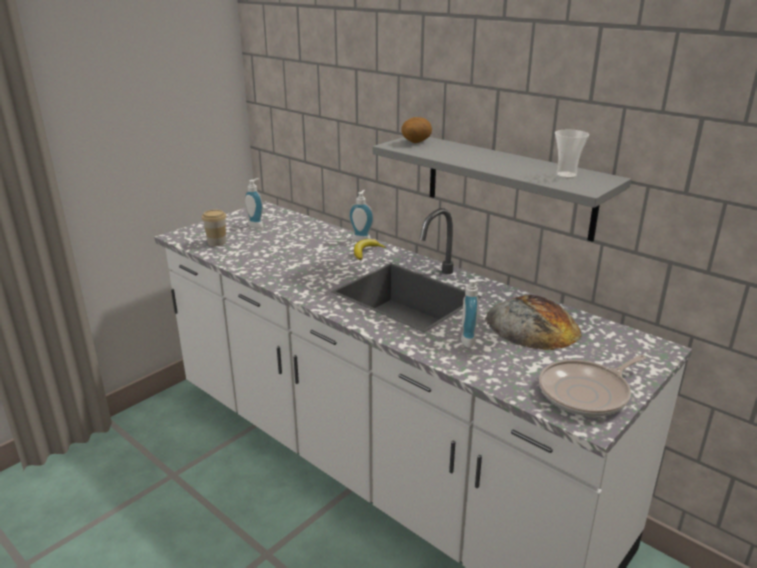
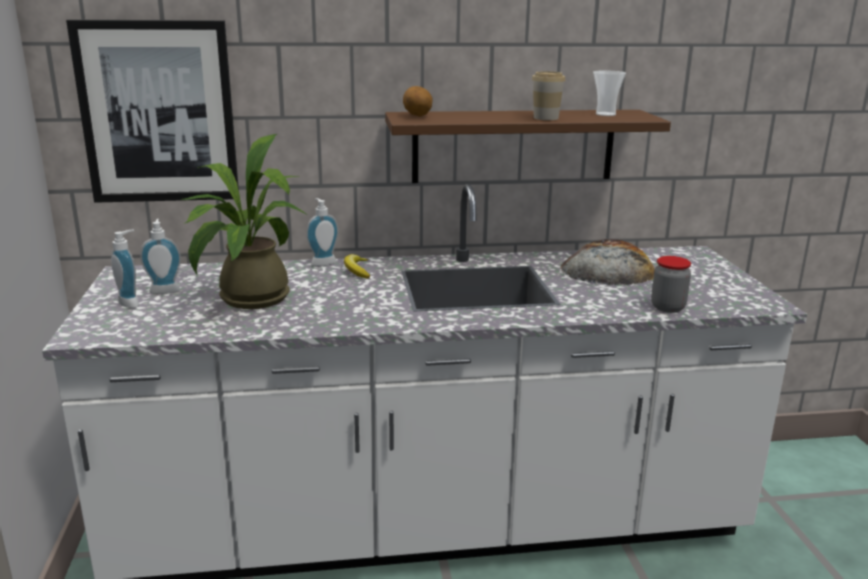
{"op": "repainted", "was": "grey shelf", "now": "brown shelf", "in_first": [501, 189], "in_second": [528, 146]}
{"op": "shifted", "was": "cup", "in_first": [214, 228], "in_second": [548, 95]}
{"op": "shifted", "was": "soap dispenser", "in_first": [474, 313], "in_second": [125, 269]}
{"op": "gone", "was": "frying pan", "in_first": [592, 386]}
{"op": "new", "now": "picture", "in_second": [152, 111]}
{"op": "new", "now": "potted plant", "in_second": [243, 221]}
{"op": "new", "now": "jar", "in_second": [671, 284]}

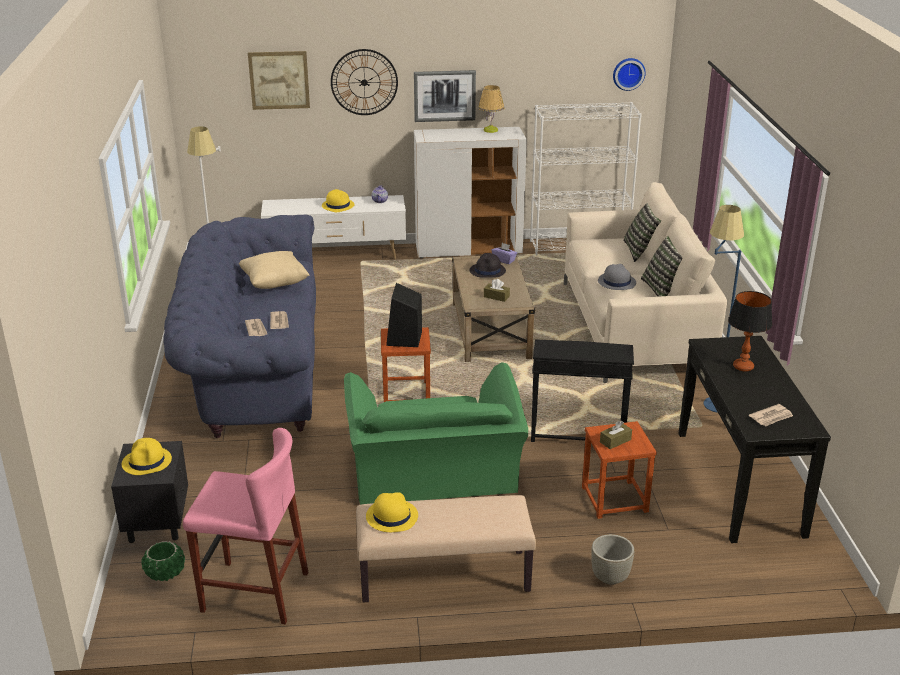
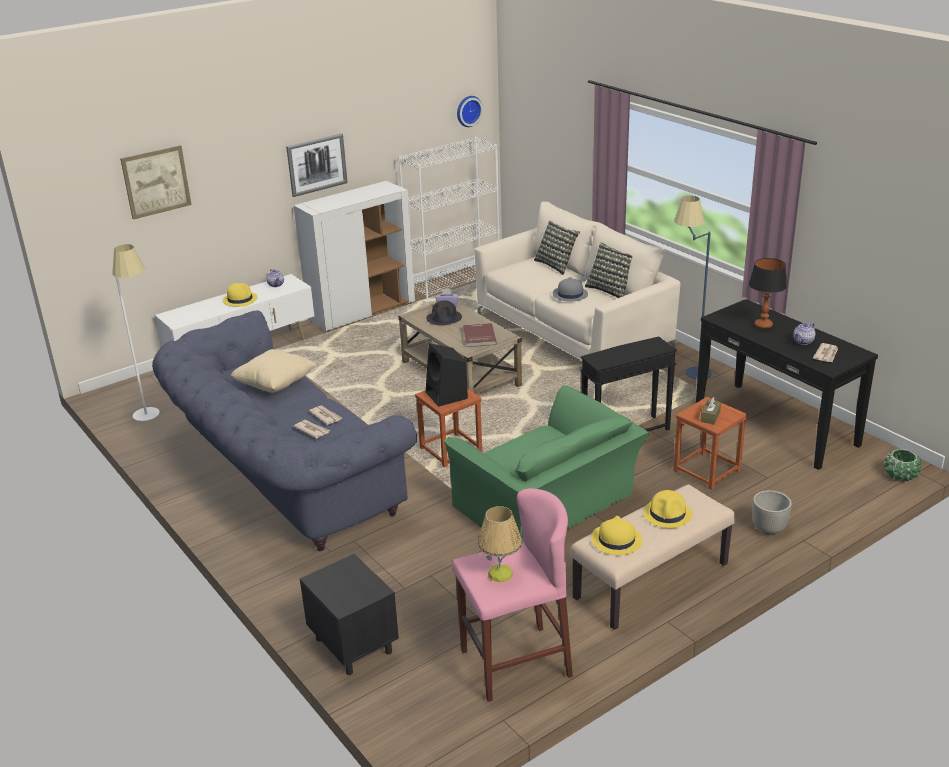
{"op": "gone", "was": "wall clock", "in_first": [364, 82]}
{"op": "shifted", "was": "table lamp", "in_first": [491, 109], "in_second": [500, 544]}
{"op": "swapped", "was": "brown tissue box", "now": "red book", "in_first": [497, 290], "in_second": [480, 335]}
{"op": "shifted", "was": "yellow hat", "in_first": [147, 456], "in_second": [668, 509]}
{"op": "shifted", "was": "green planter", "in_first": [163, 561], "in_second": [902, 465]}
{"op": "new", "now": "teapot", "in_second": [804, 333]}

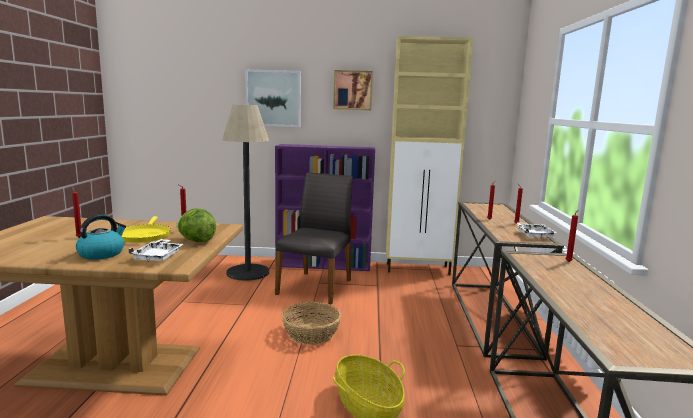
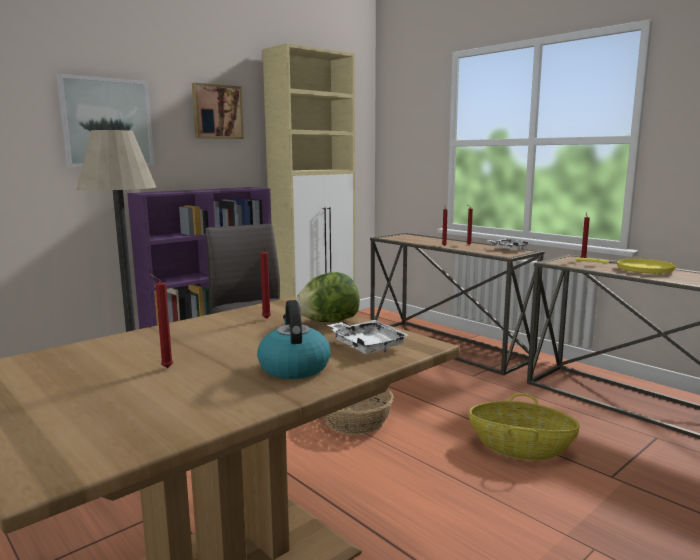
{"op": "shifted", "was": "yellow frying pan", "in_first": [146, 229], "in_second": [626, 266]}

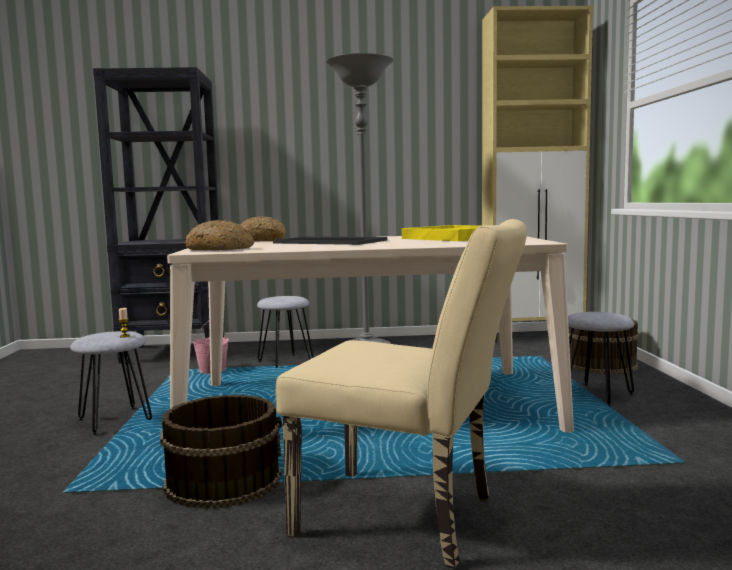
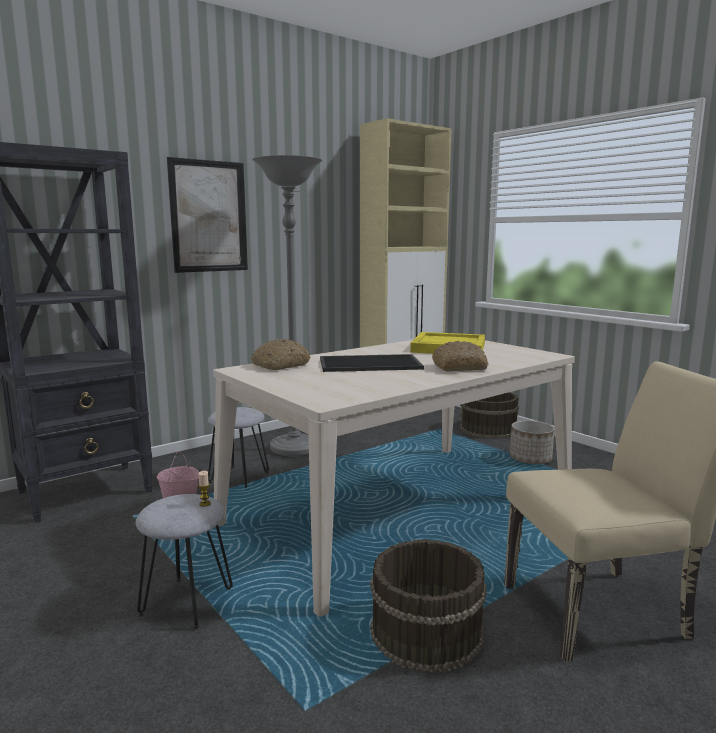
{"op": "shifted", "was": "bread", "in_first": [219, 235], "in_second": [460, 356]}
{"op": "swapped", "was": "grey stool", "now": "planter", "in_first": [601, 359], "in_second": [532, 442]}
{"op": "new", "now": "picture", "in_second": [207, 215]}

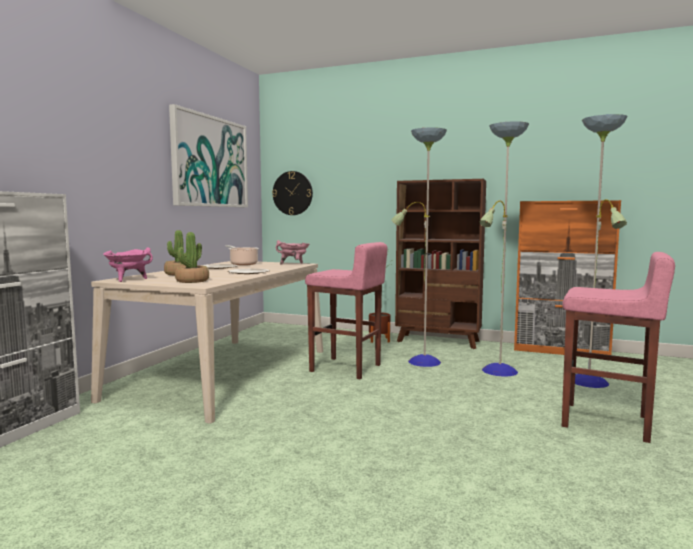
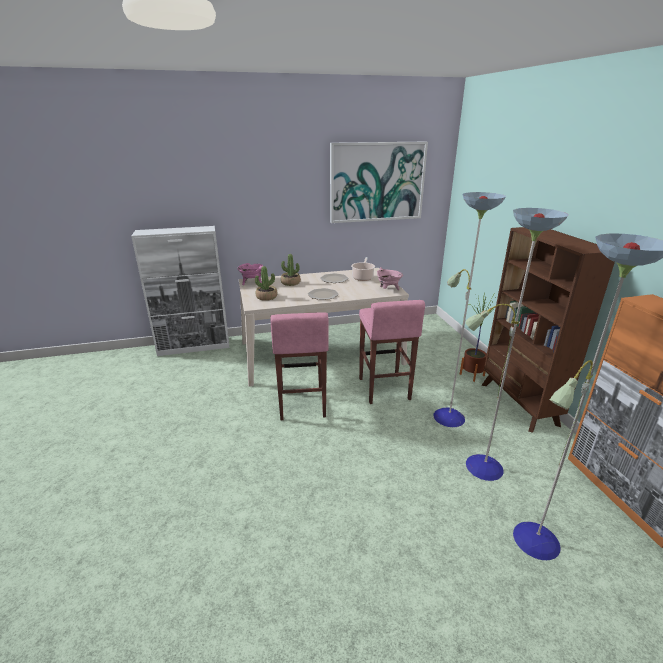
{"op": "gone", "was": "wall clock", "in_first": [292, 193]}
{"op": "shifted", "was": "pink stool", "in_first": [618, 347], "in_second": [299, 366]}

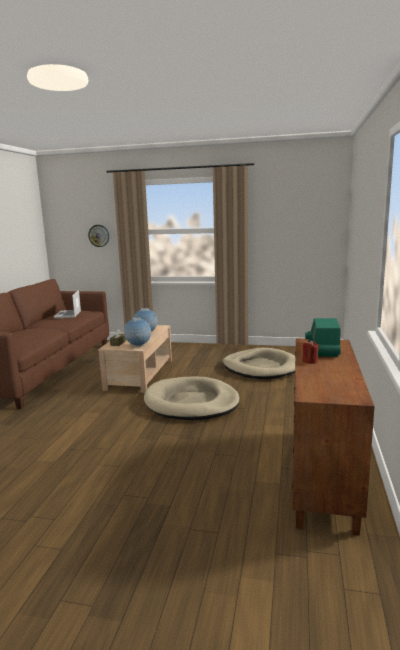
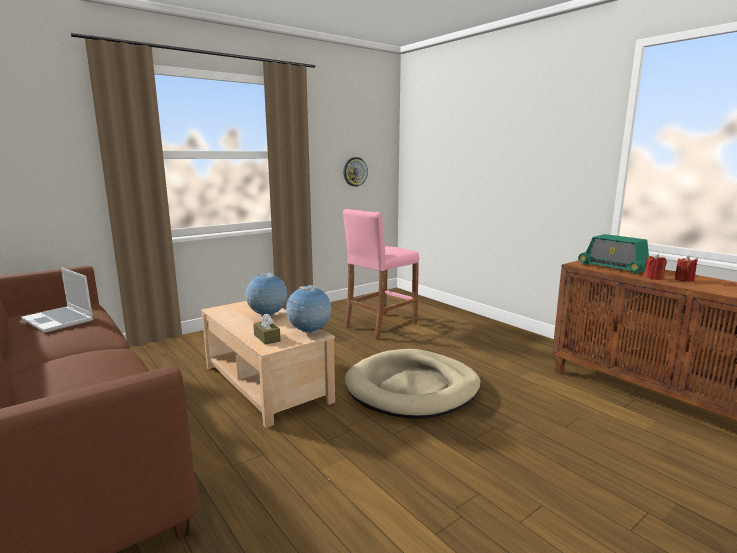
{"op": "shifted", "was": "wall clock", "in_first": [98, 236], "in_second": [355, 172]}
{"op": "swapped", "was": "beige dog bed", "now": "pink stool", "in_first": [259, 363], "in_second": [381, 274]}
{"op": "new", "now": "red candle", "in_second": [686, 269]}

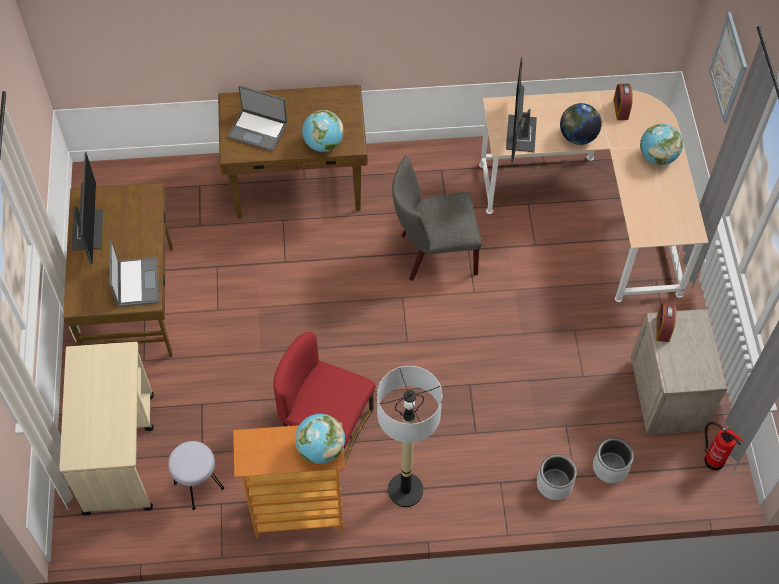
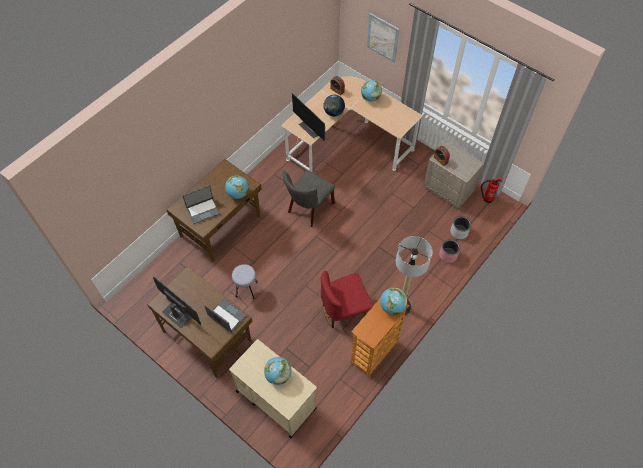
{"op": "shifted", "was": "grey stool", "in_first": [196, 475], "in_second": [244, 281]}
{"op": "repainted", "was": "grey planter", "now": "pink planter", "in_first": [557, 477], "in_second": [449, 251]}
{"op": "new", "now": "globe", "in_second": [278, 371]}

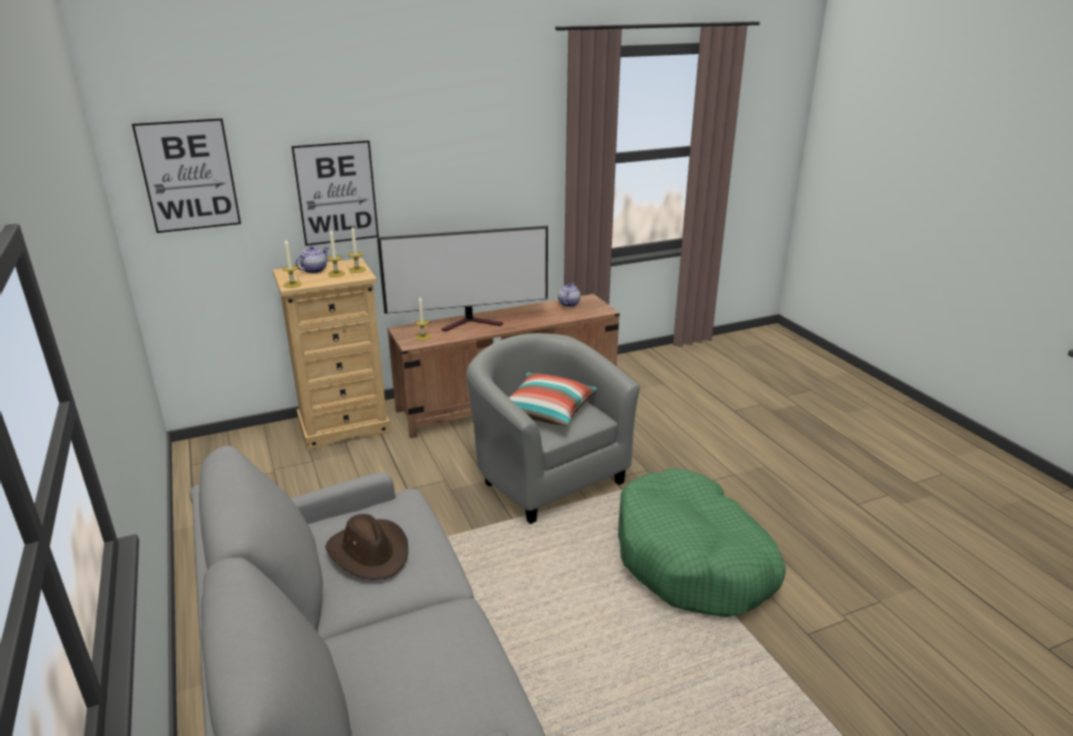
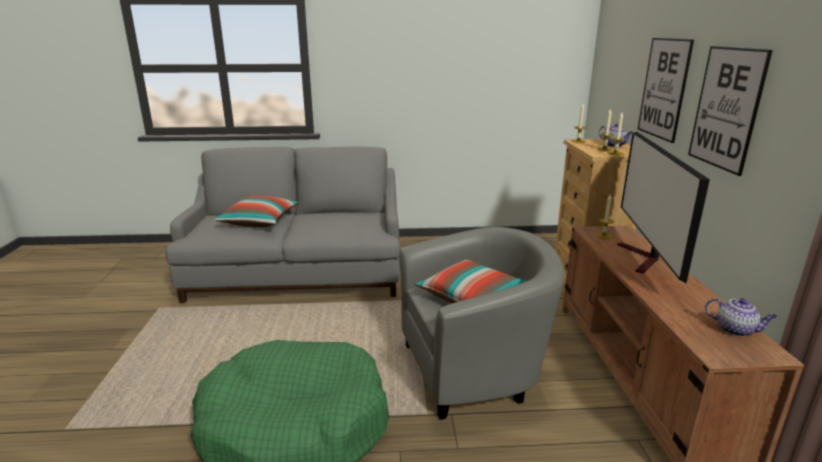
{"op": "shifted", "was": "picture", "in_first": [186, 175], "in_second": [730, 111]}
{"op": "gone", "was": "brown hat", "in_first": [366, 547]}
{"op": "new", "now": "pillow", "in_second": [256, 212]}

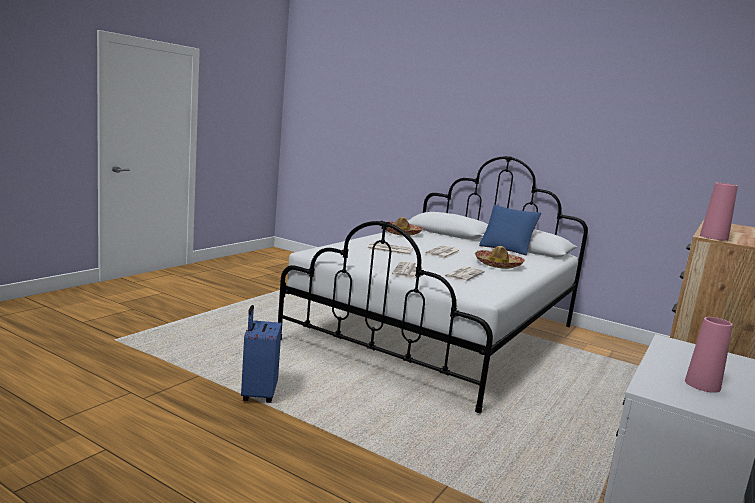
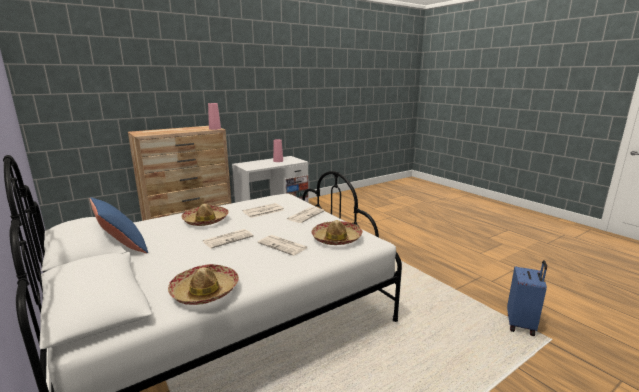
{"op": "shifted", "was": "blue suitcase", "in_first": [261, 354], "in_second": [527, 298]}
{"op": "new", "now": "hat", "in_second": [337, 232]}

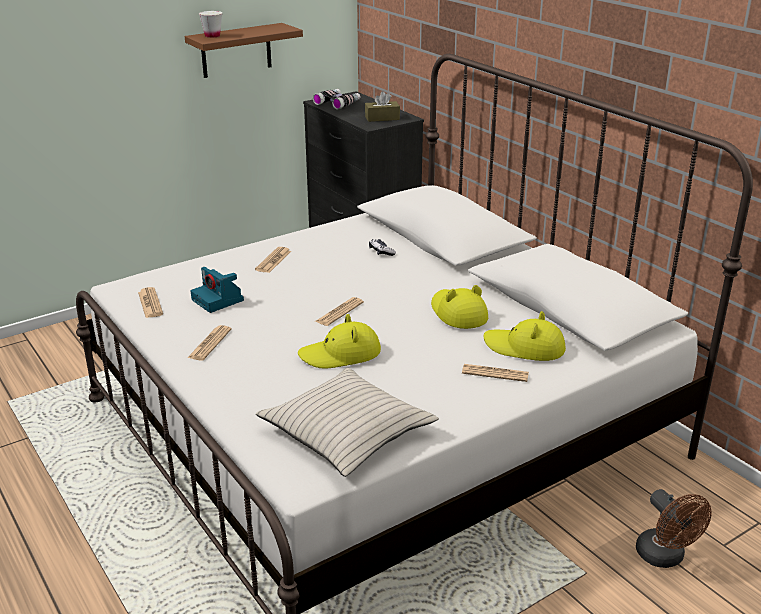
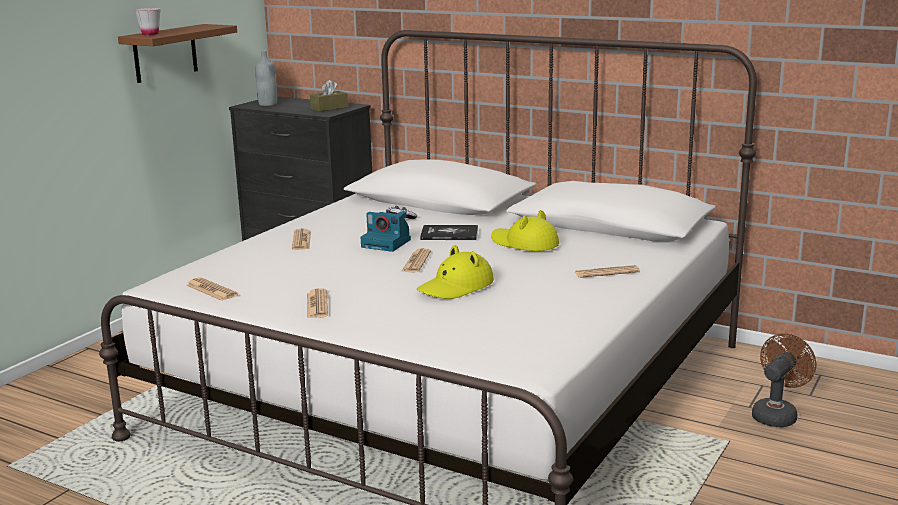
{"op": "swapped", "was": "binoculars", "now": "grey bottle", "in_first": [337, 99], "in_second": [266, 78]}
{"op": "shifted", "was": "photo camera", "in_first": [217, 290], "in_second": [385, 232]}
{"op": "gone", "was": "yellow hat", "in_first": [525, 336]}
{"op": "gone", "was": "beige pillow", "in_first": [347, 422]}
{"op": "rotated", "was": "brown fan", "in_first": [674, 528], "in_second": [784, 380], "clockwise": -90}
{"op": "new", "now": "book", "in_second": [449, 232]}

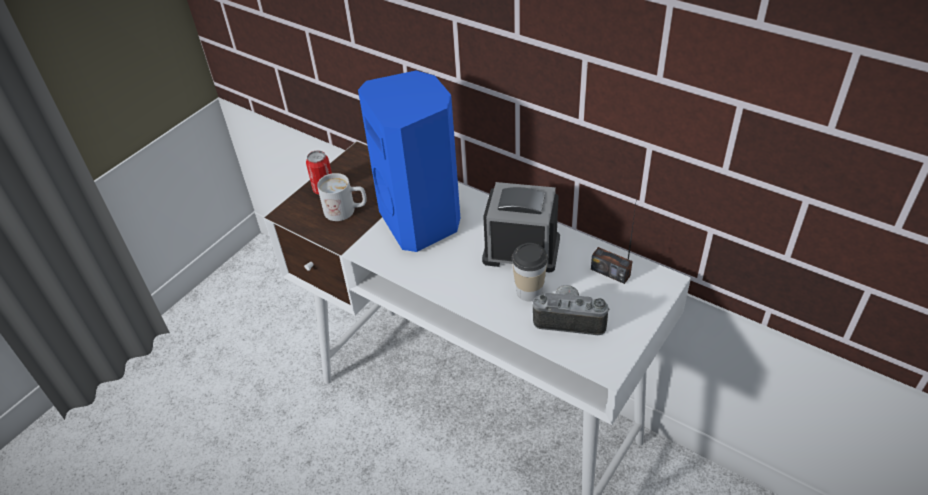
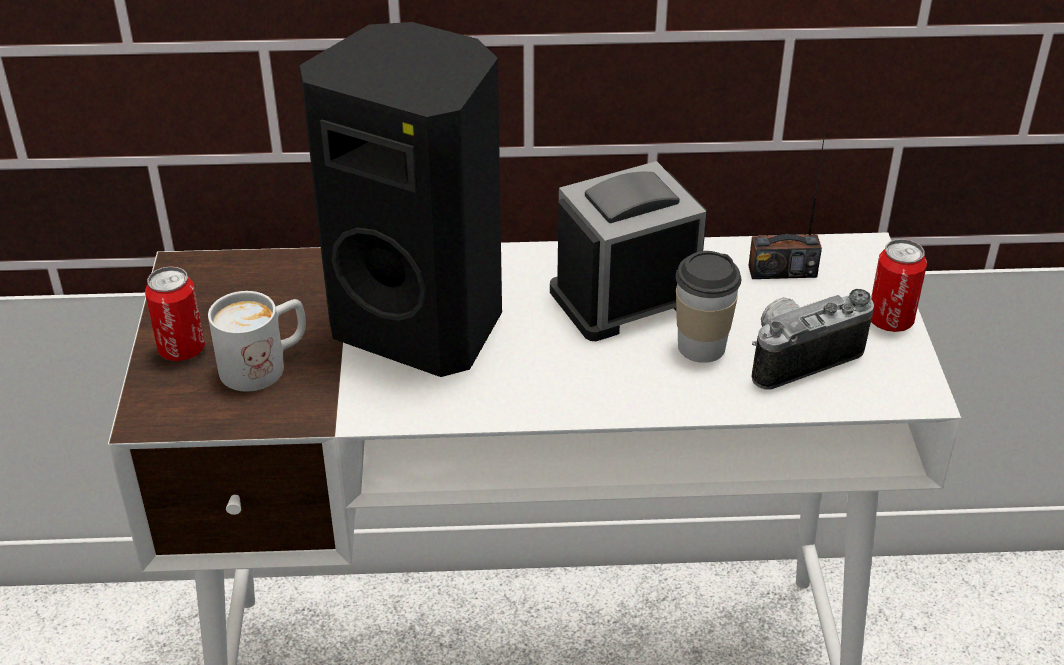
{"op": "repainted", "was": "blue speaker", "now": "black speaker", "in_first": [409, 161], "in_second": [401, 199]}
{"op": "new", "now": "can", "in_second": [899, 285]}

